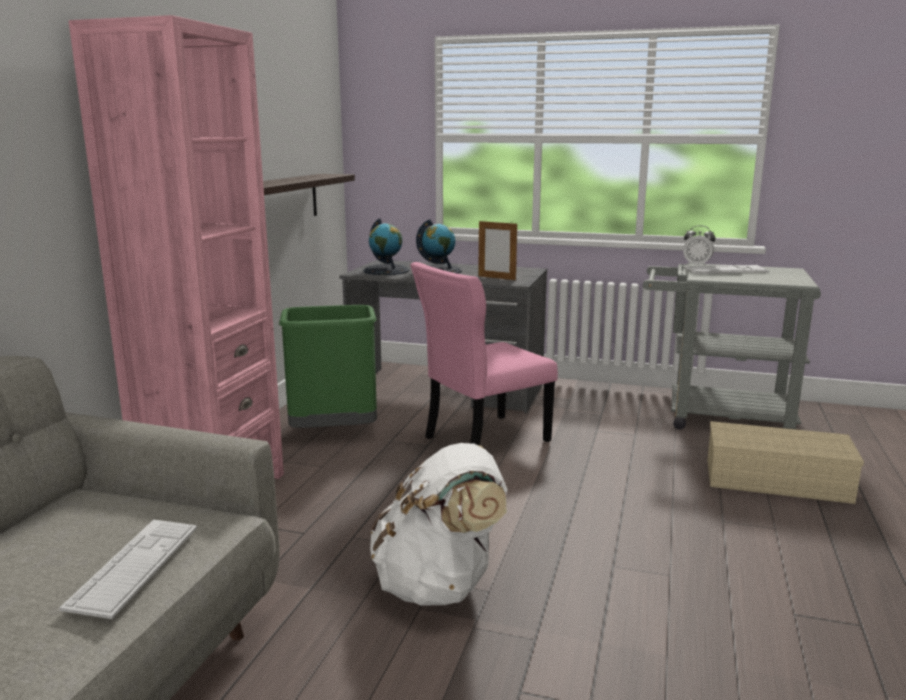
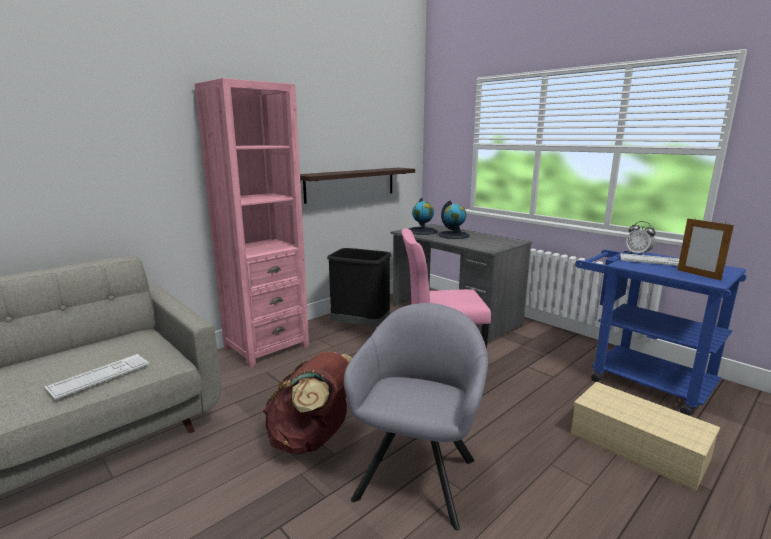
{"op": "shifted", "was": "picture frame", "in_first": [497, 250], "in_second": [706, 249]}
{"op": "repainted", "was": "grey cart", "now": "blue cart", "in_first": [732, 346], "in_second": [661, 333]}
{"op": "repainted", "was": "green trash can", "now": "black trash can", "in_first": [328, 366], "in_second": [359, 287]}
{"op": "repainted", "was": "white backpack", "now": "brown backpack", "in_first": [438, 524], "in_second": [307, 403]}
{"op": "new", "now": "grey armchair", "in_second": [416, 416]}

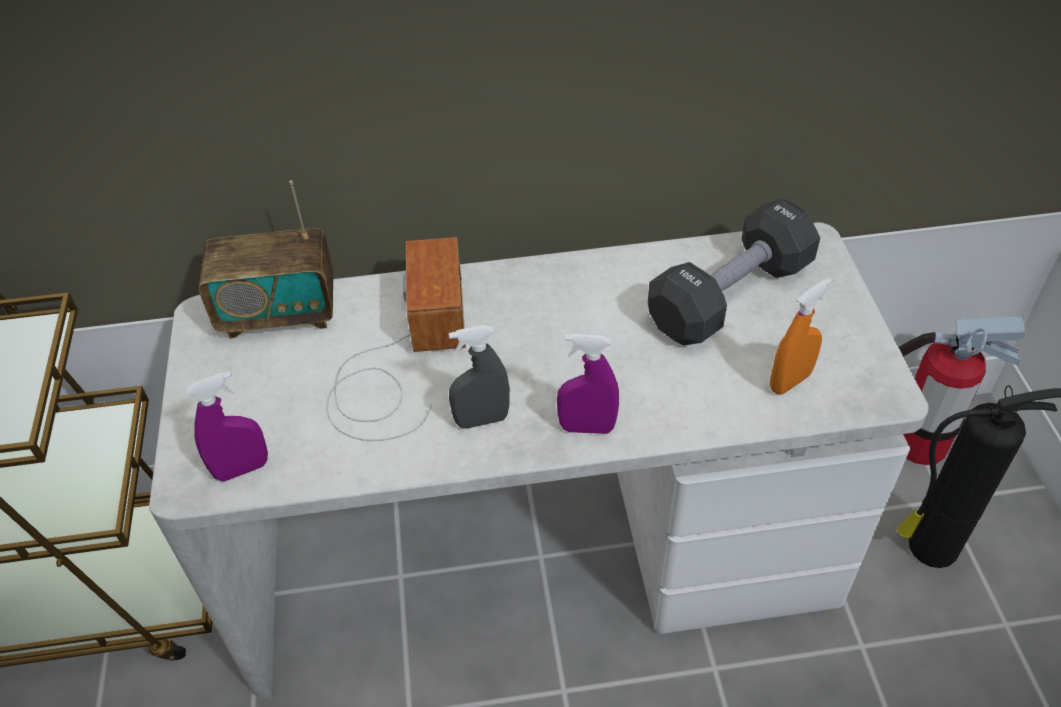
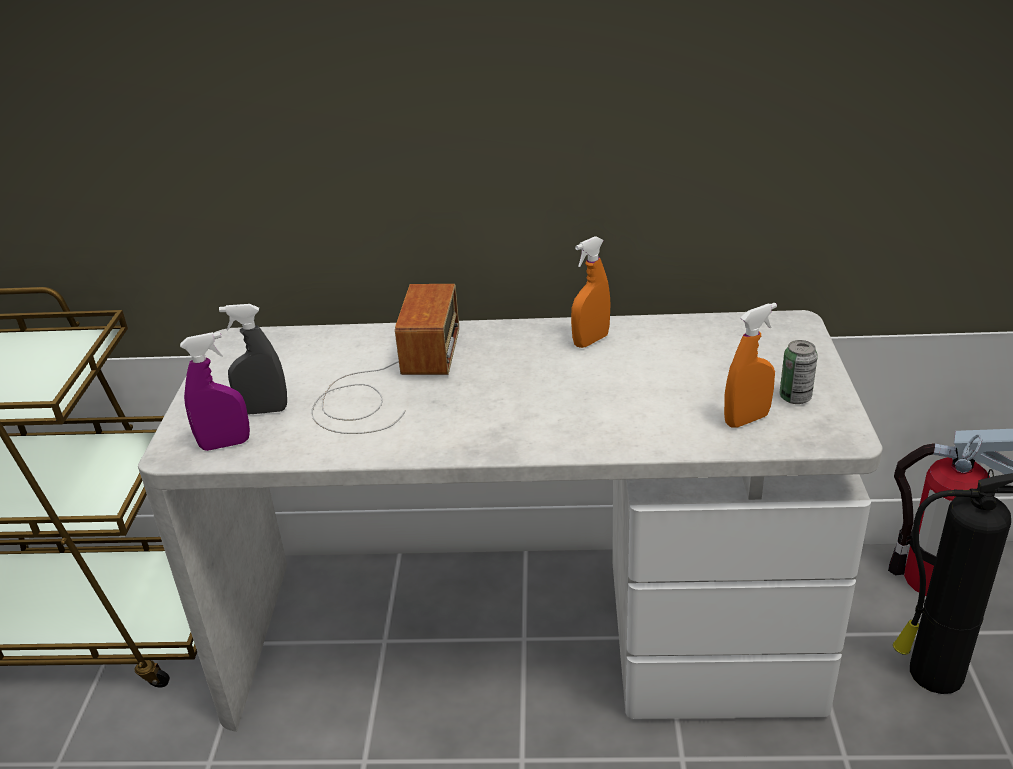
{"op": "gone", "was": "radio", "in_first": [266, 259]}
{"op": "gone", "was": "black dumbbell", "in_first": [734, 271]}
{"op": "shifted", "was": "grey spray bottle", "in_first": [479, 377], "in_second": [253, 359]}
{"op": "gone", "was": "purple spray bottle", "in_first": [588, 384]}
{"op": "new", "now": "orange spray bottle", "in_second": [590, 292]}
{"op": "new", "now": "can", "in_second": [799, 372]}

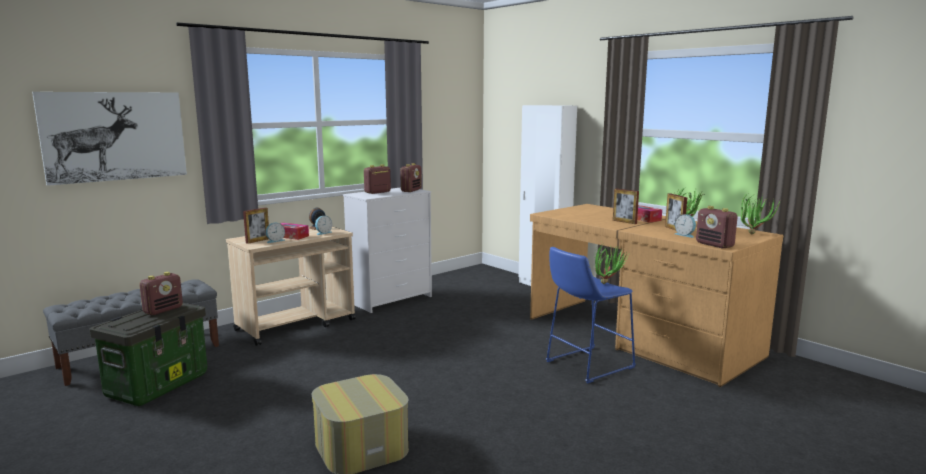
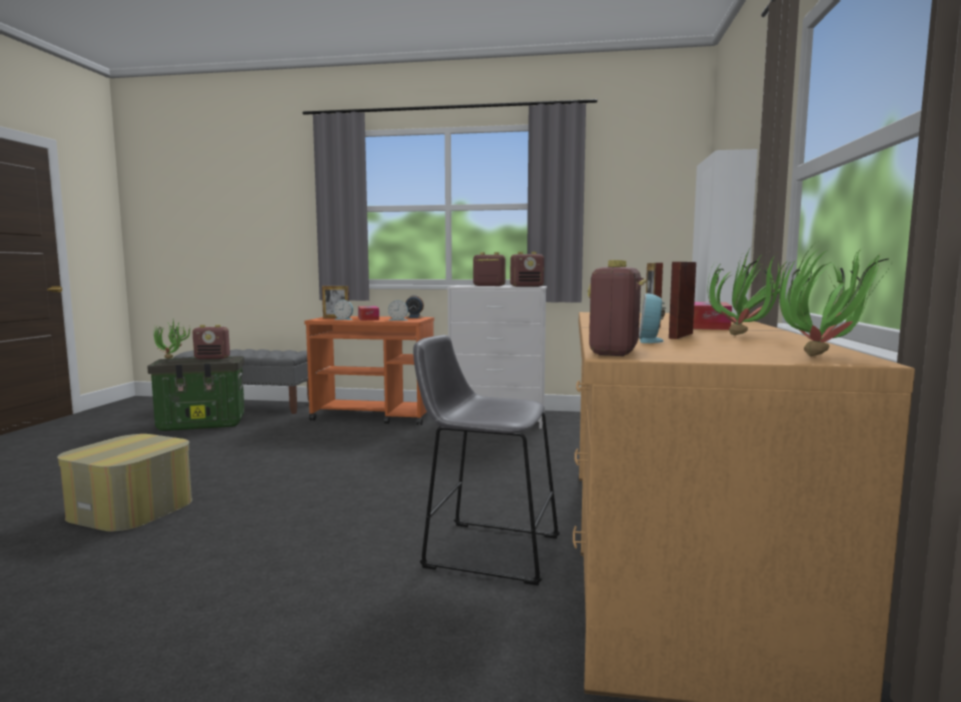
{"op": "gone", "was": "picture", "in_first": [109, 139]}
{"op": "repainted", "was": "beige cart", "now": "orange cart", "in_first": [291, 286], "in_second": [369, 370]}
{"op": "shifted", "was": "potted plant", "in_first": [610, 264], "in_second": [172, 340]}
{"op": "repainted", "was": "blue stool", "now": "grey stool", "in_first": [591, 315], "in_second": [486, 460]}

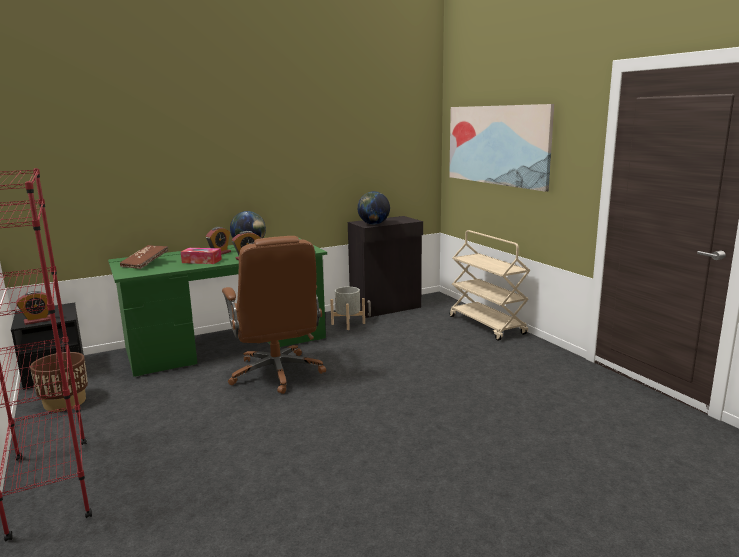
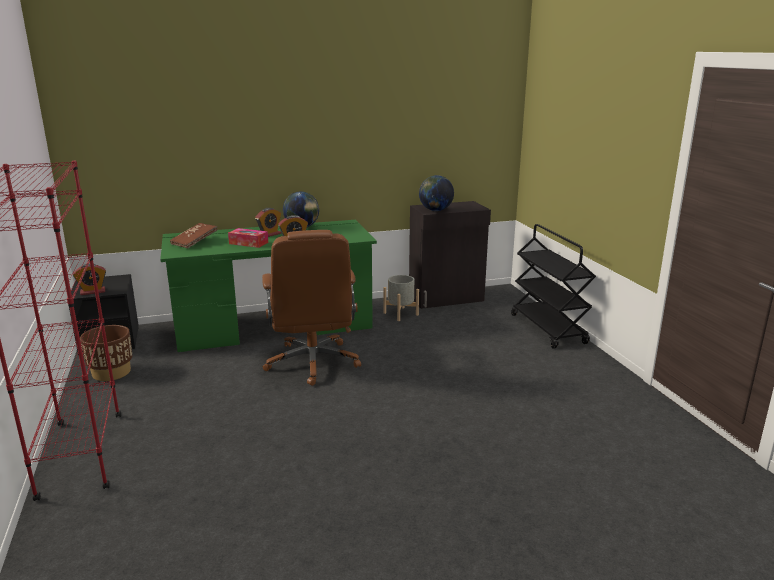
{"op": "gone", "was": "picture", "in_first": [501, 148]}
{"op": "repainted", "was": "beige cart", "now": "black cart", "in_first": [490, 285], "in_second": [553, 286]}

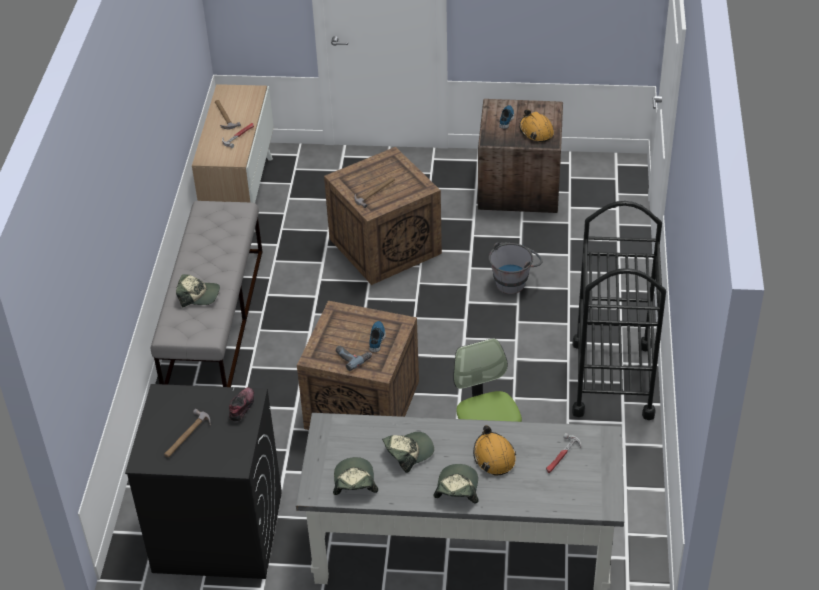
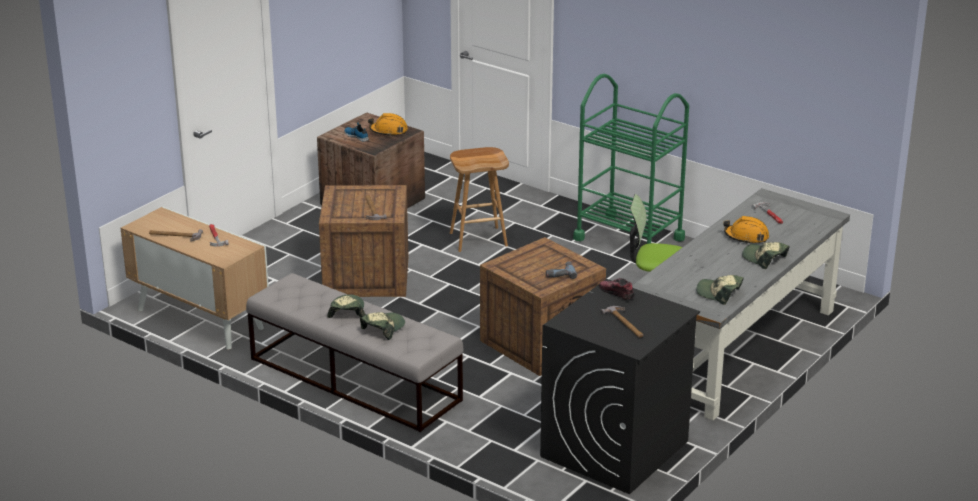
{"op": "repainted", "was": "black cart", "now": "green cart", "in_first": [619, 310], "in_second": [631, 159]}
{"op": "swapped", "was": "grey bucket", "now": "brown stool", "in_first": [515, 268], "in_second": [479, 199]}
{"op": "gone", "was": "shoe", "in_first": [377, 336]}
{"op": "shifted", "was": "cap", "in_first": [408, 452], "in_second": [346, 306]}

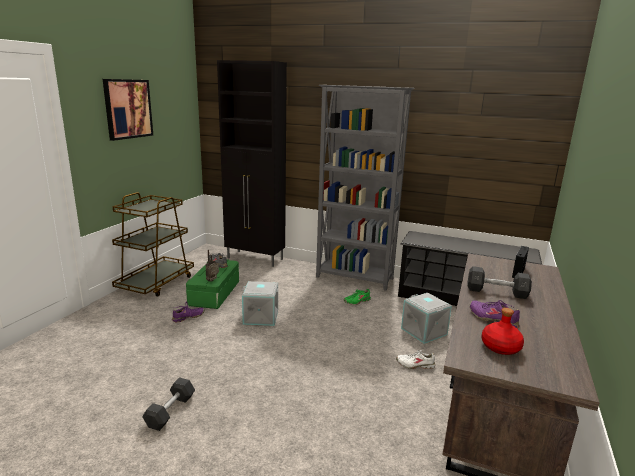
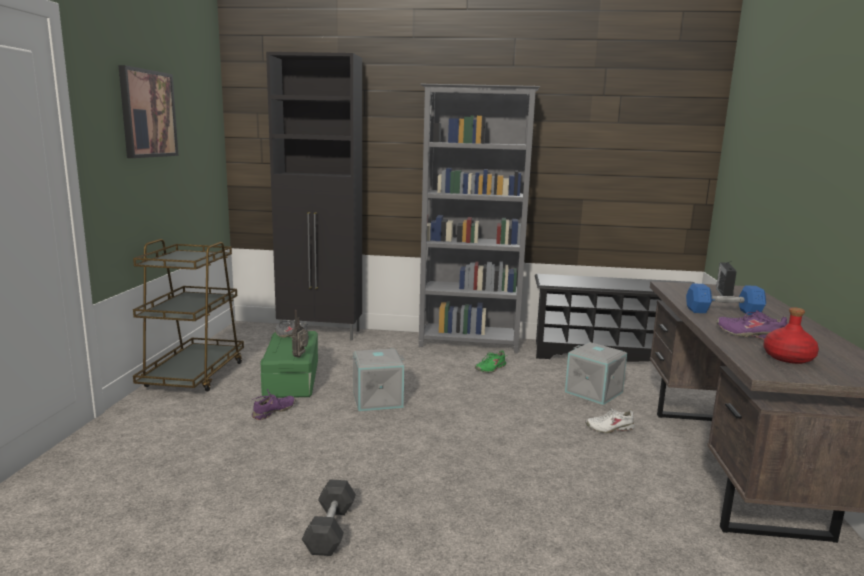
{"op": "repainted", "was": "grey dumbbell", "now": "blue dumbbell", "in_first": [499, 282], "in_second": [726, 299]}

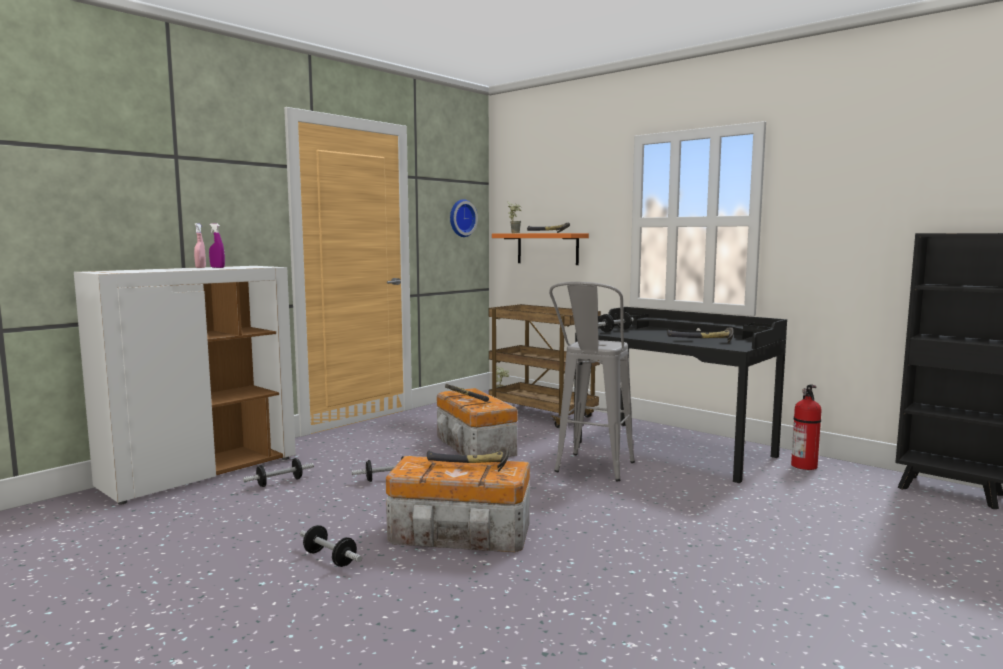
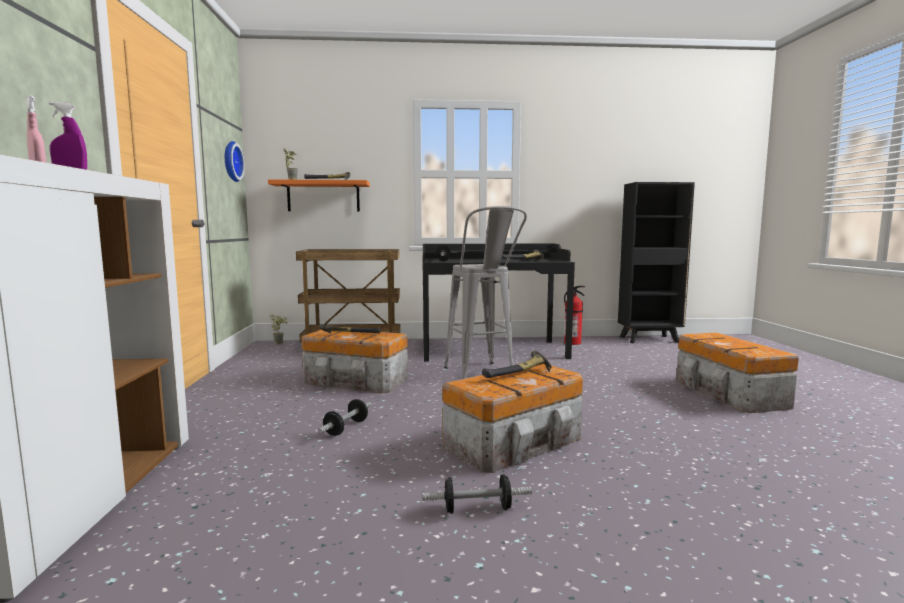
{"op": "gone", "was": "dumbbell", "in_first": [278, 472]}
{"op": "new", "now": "storage box", "in_second": [737, 373]}

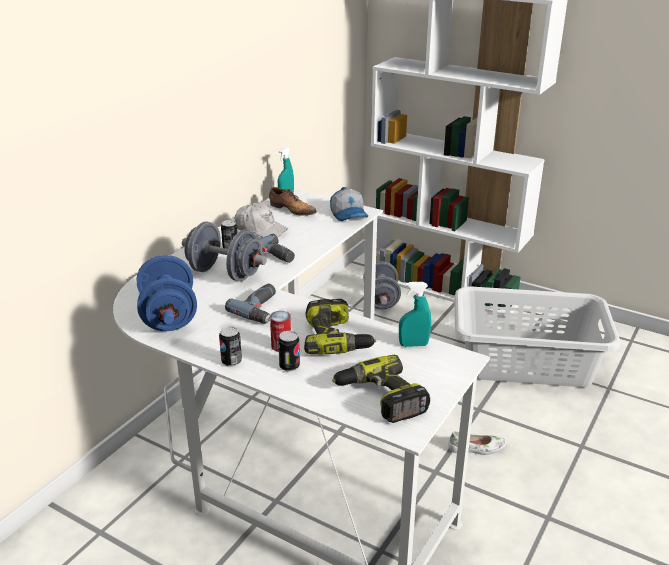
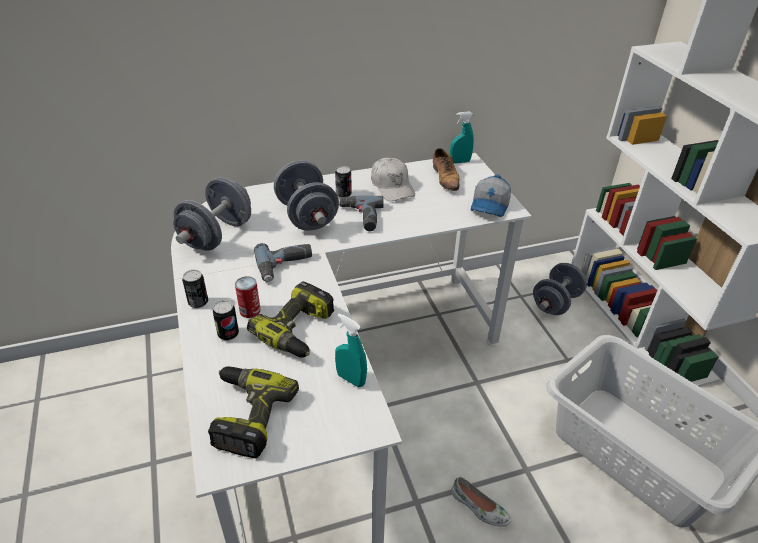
{"op": "repainted", "was": "blue dumbbell", "now": "grey dumbbell", "in_first": [167, 293], "in_second": [212, 214]}

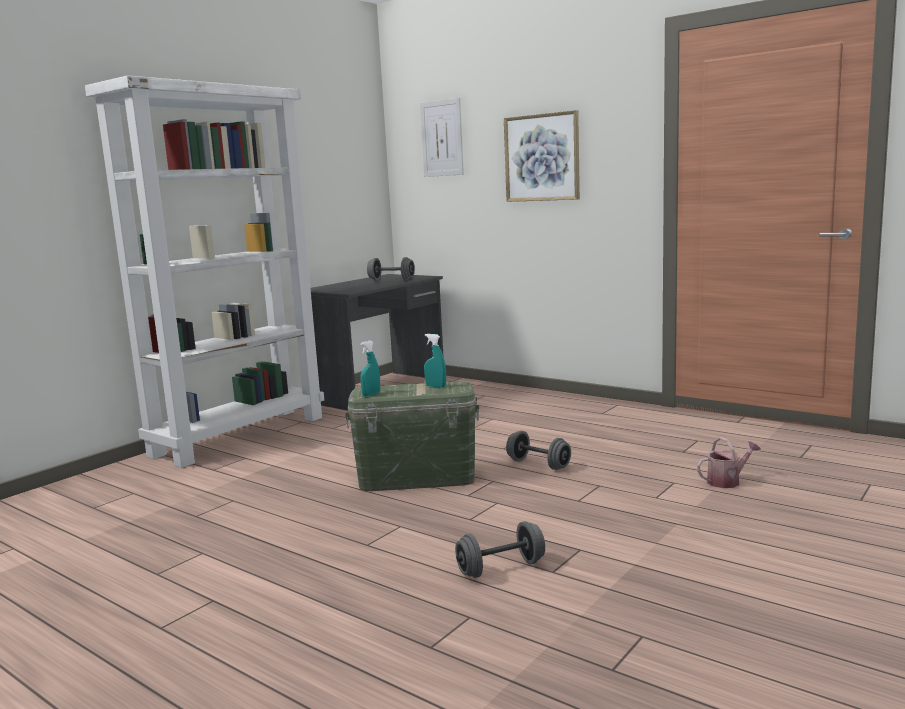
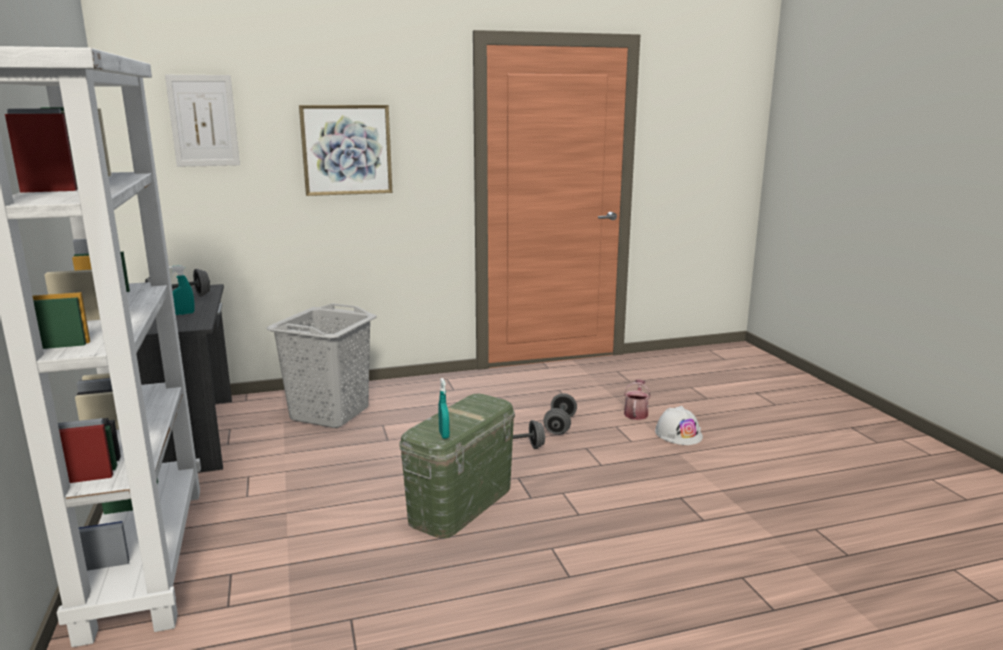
{"op": "shifted", "was": "turquoise spray bottle", "in_first": [435, 361], "in_second": [181, 290]}
{"op": "shifted", "was": "grey dumbbell", "in_first": [500, 549], "in_second": [560, 414]}
{"op": "new", "now": "grey laundry basket", "in_second": [321, 365]}
{"op": "new", "now": "white hard hat", "in_second": [679, 425]}

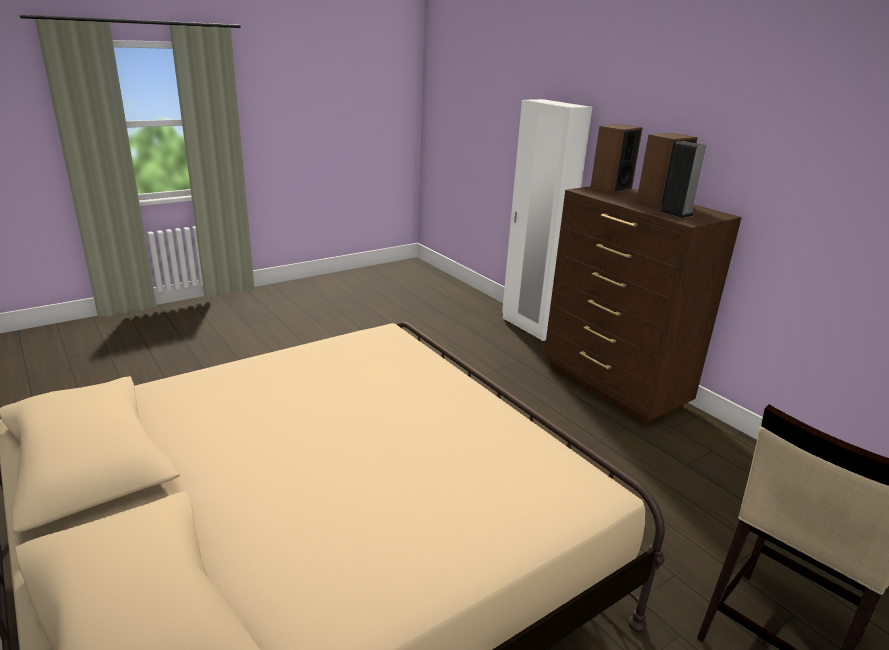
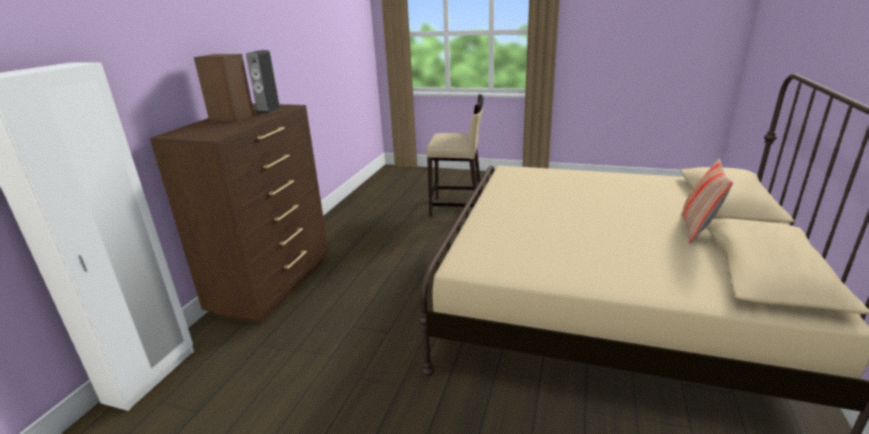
{"op": "gone", "was": "speaker", "in_first": [616, 159]}
{"op": "new", "now": "pillow", "in_second": [707, 201]}

